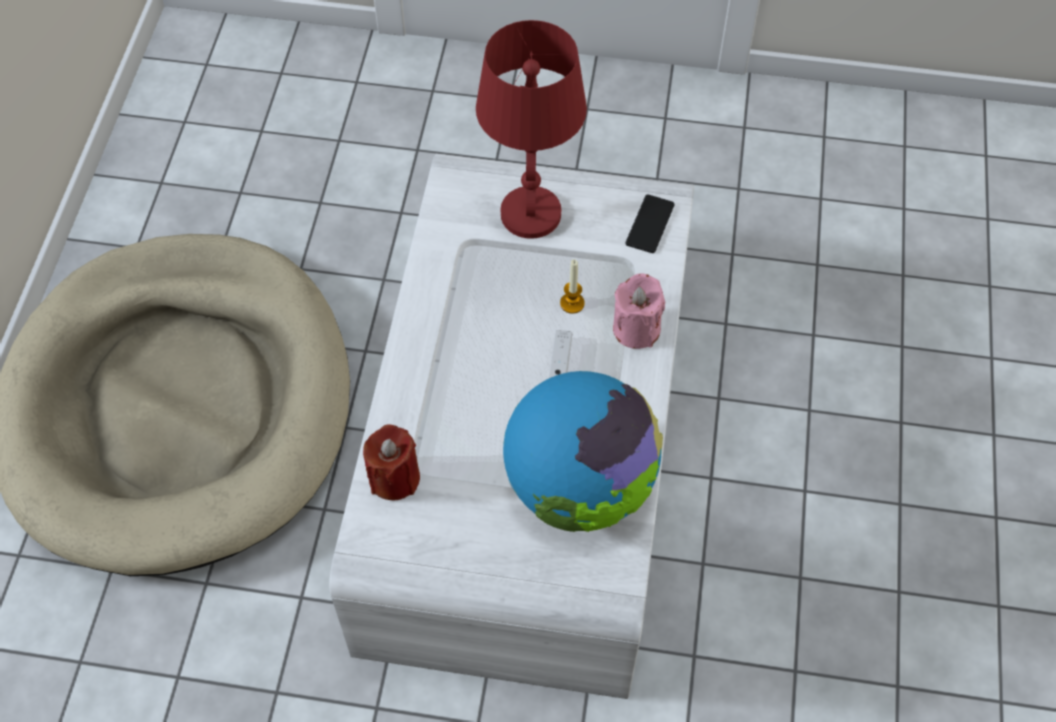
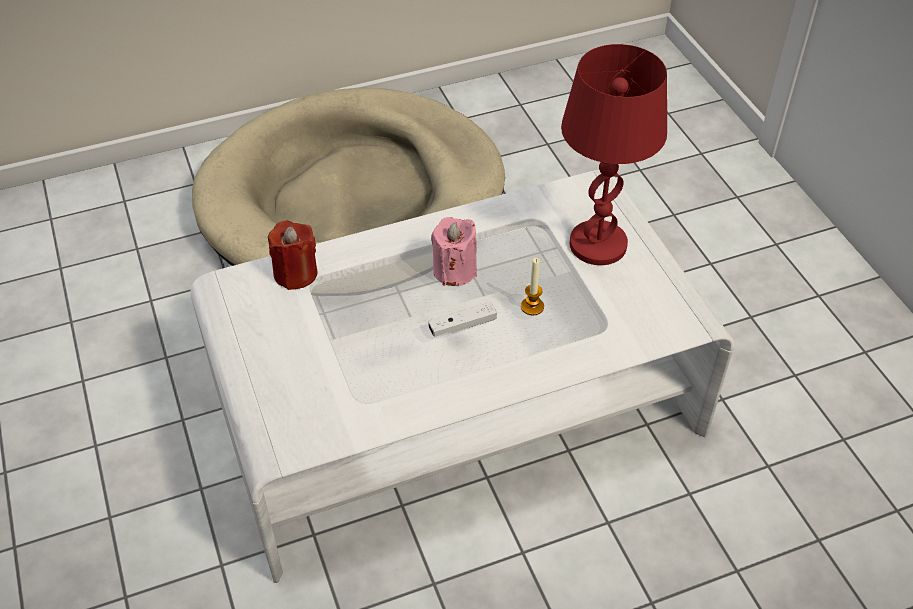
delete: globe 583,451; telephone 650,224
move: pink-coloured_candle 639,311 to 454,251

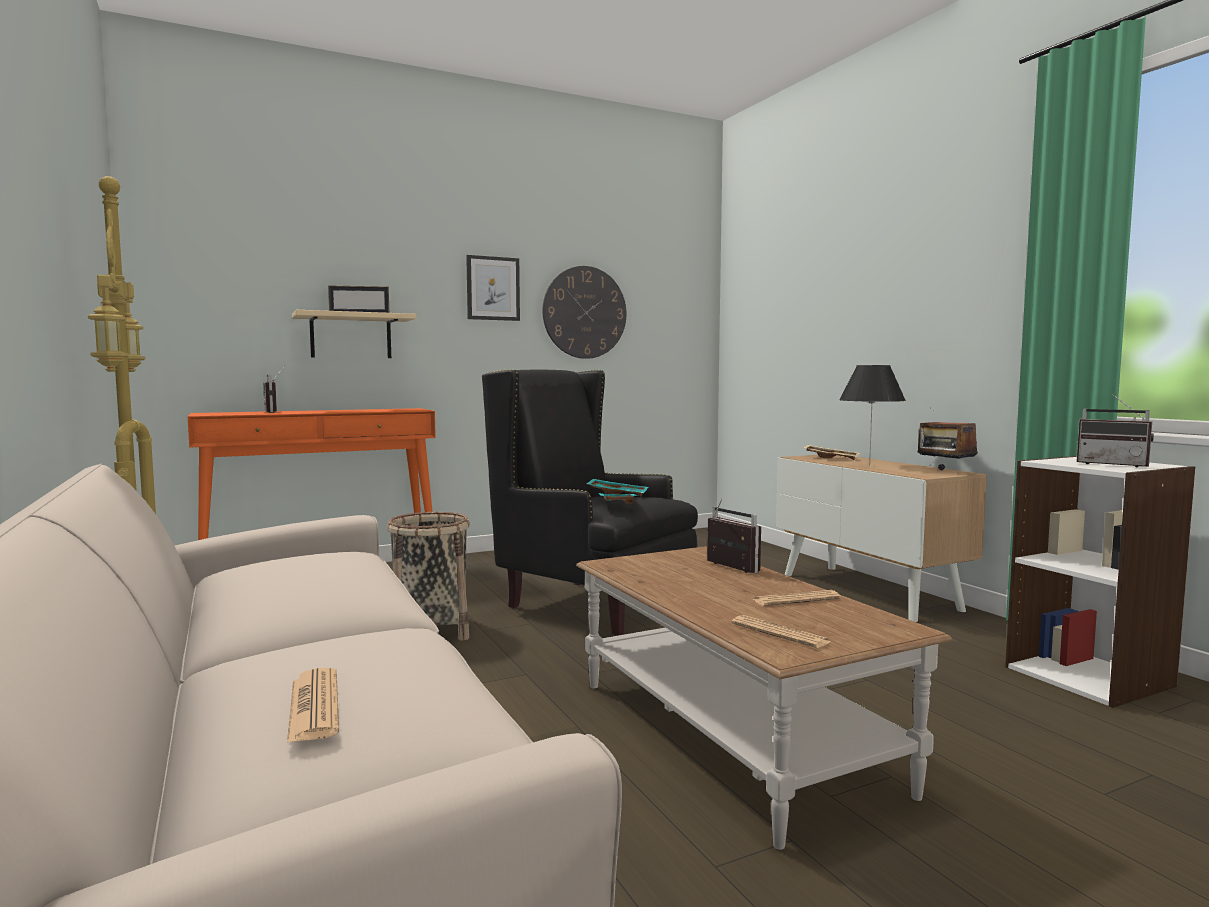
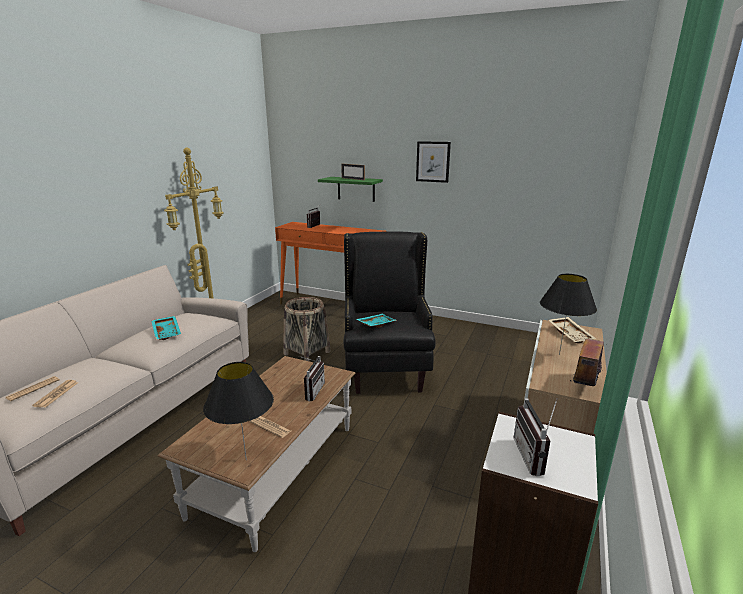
delete: clock_on_the_wall 584,312
insert: black-coloured_lamp_for_a_table 238,411
move: turquoise-coloured_tray 617,487 to 166,328; daily_paper 781,631 to 55,394
recolor: beige-coloured_bracket_shelf 354,334 to green-coloured_bracket_shelf 350,189

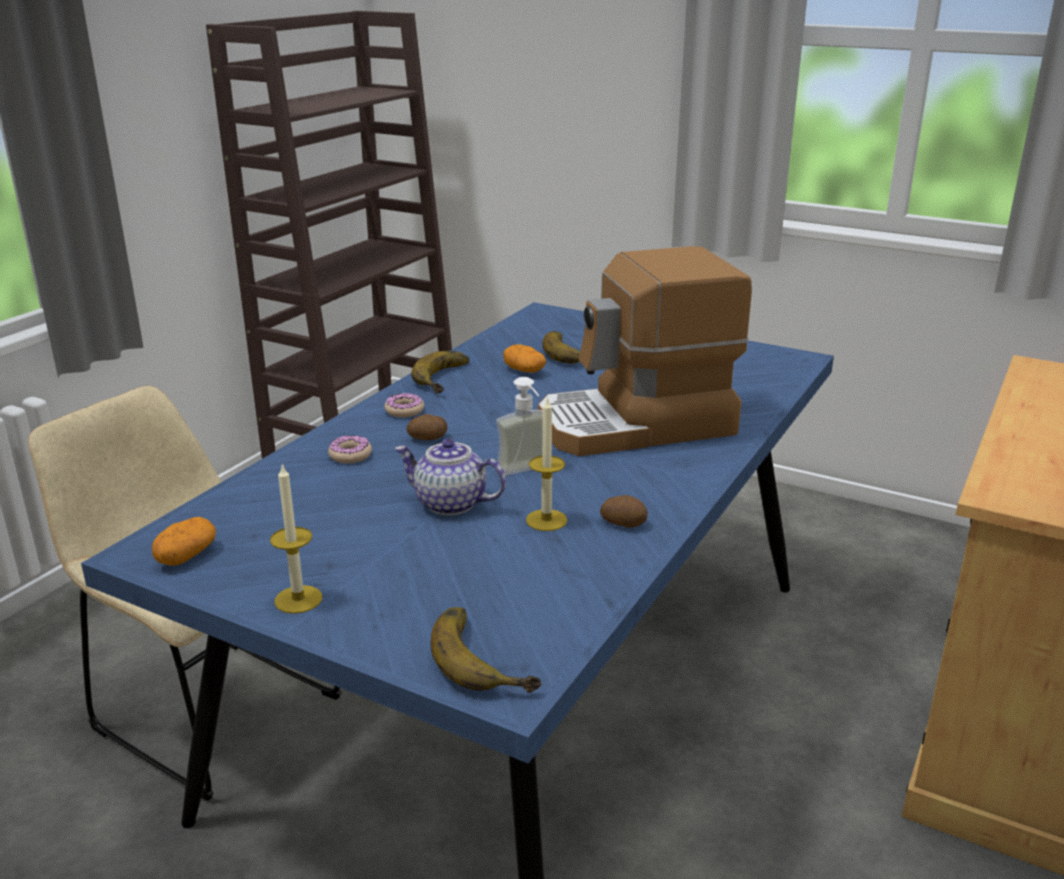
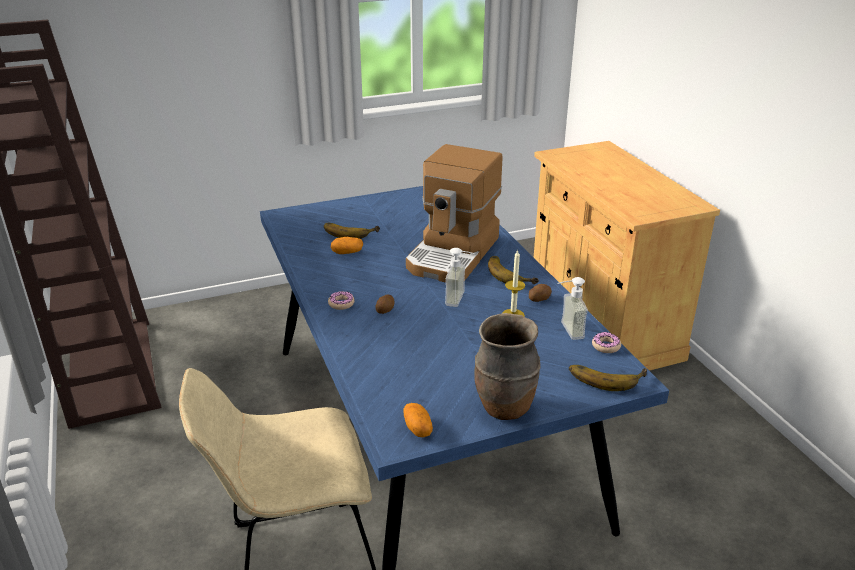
delete: pot_for_tea 450,477
insert: soap_bottle 572,308
move: doughnut 350,449 to 606,342; banana 440,372 to 513,270
replace: candle 296,539 to brownish_flower_vase 507,366

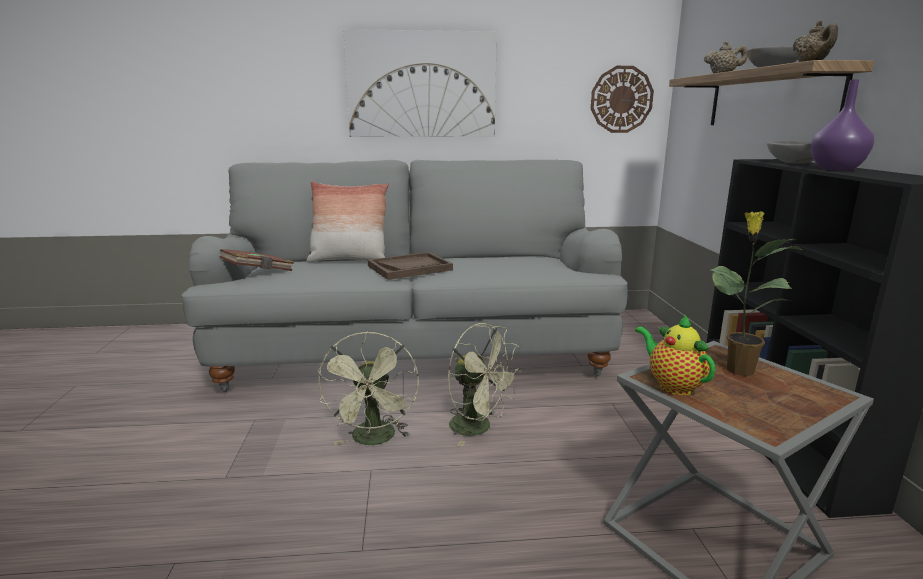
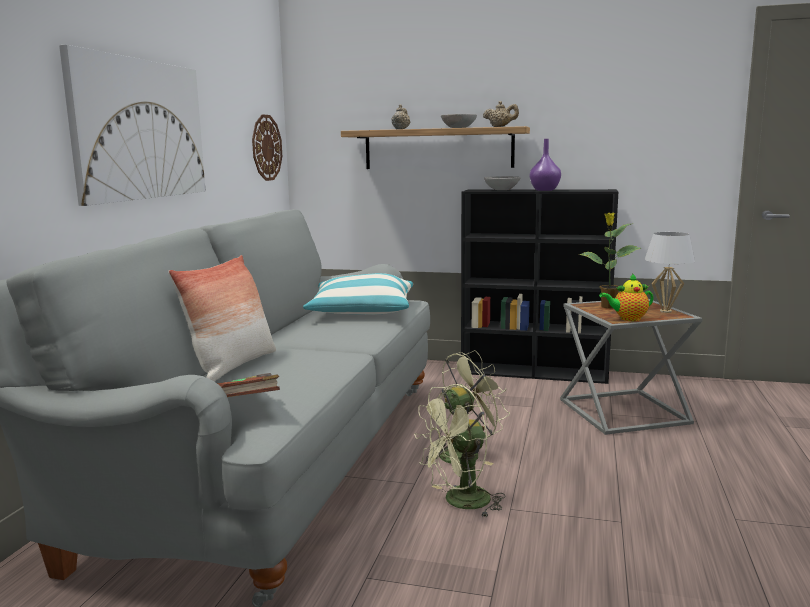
delete: brownish_tray 410,266
insert: cushion 358,294; whitish_lamp_for_a_table 670,272
rotate: green-coloured_cooling_fan 368,388 = 460,450 135 degrees clockwise

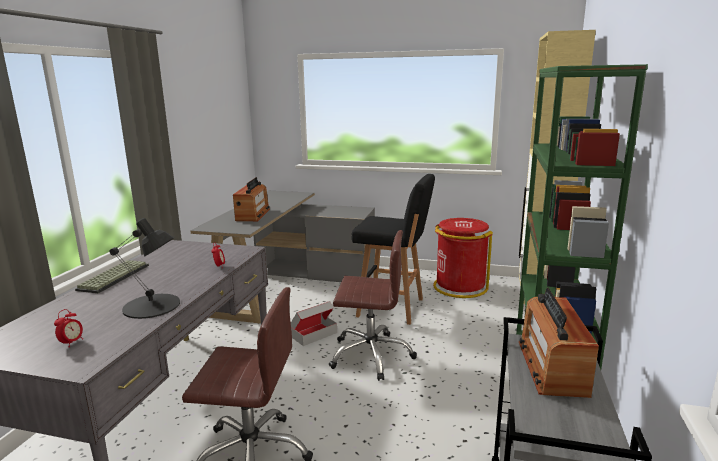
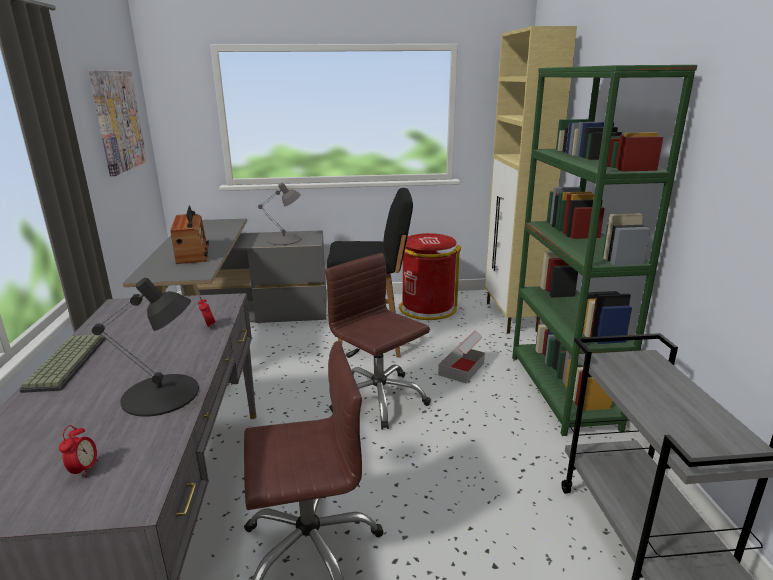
delete: radio 559,343
insert: wall_art 118,123; grey_lamp_for_a_table 279,213
move: packing_box 314,323 to 461,357
rotate: brownish_office_chair 373,305 = 378,341 120 degrees counterclockwise

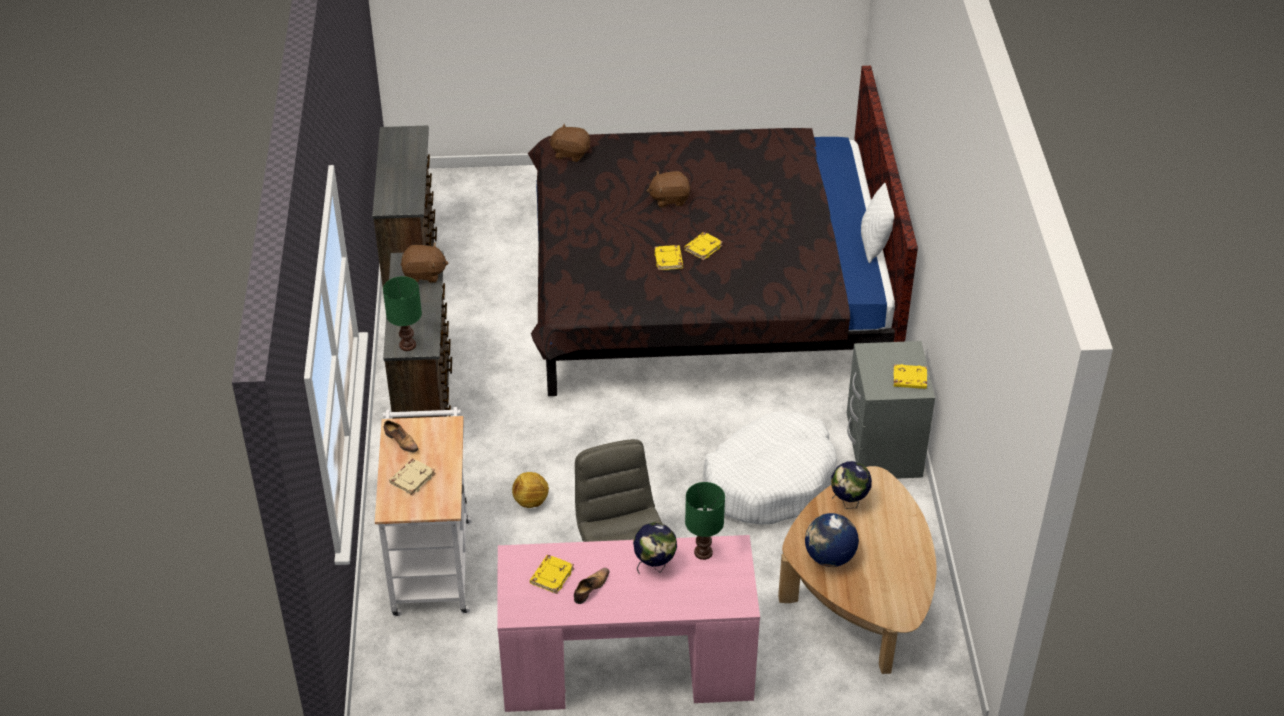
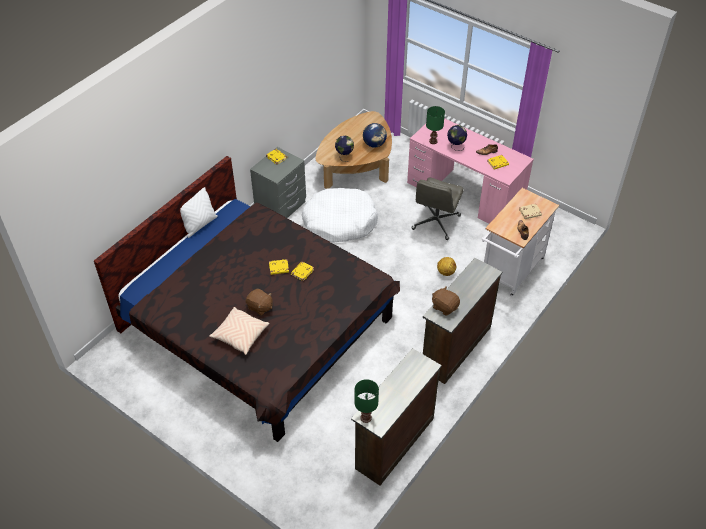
delete: brownish_cuddly_toy 569,143
insert: beige-coloured_cushion 239,331
move: green-coloured_lamp_for_a_table 402,313 to 366,401

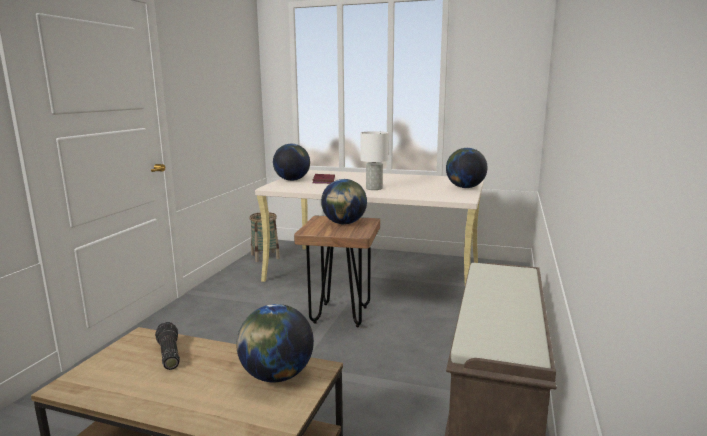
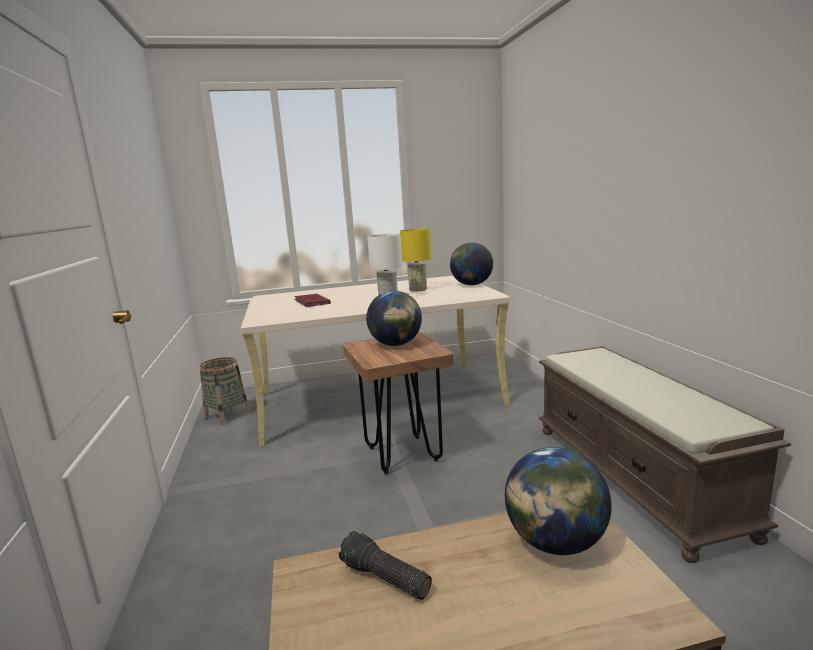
delete: globe 291,162
insert: yellow-coloured_lamp_for_a_table 415,260

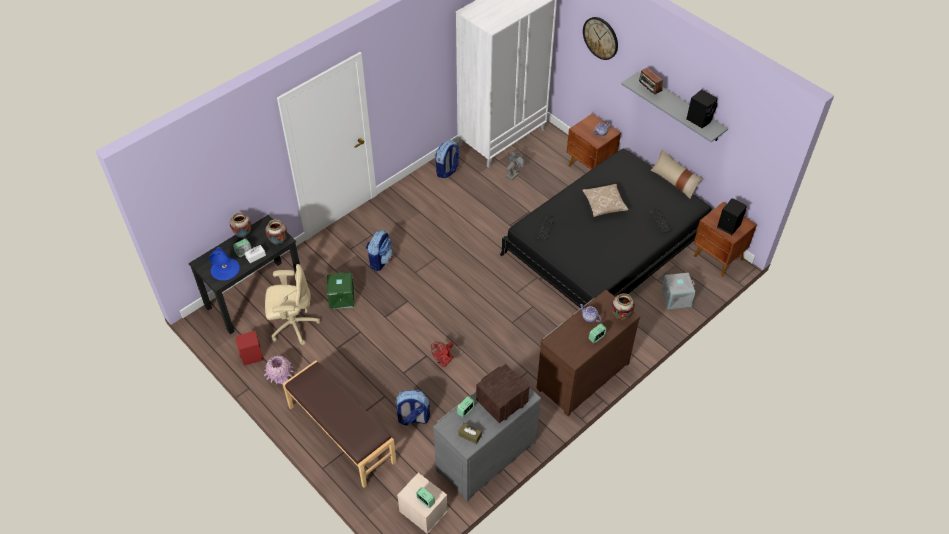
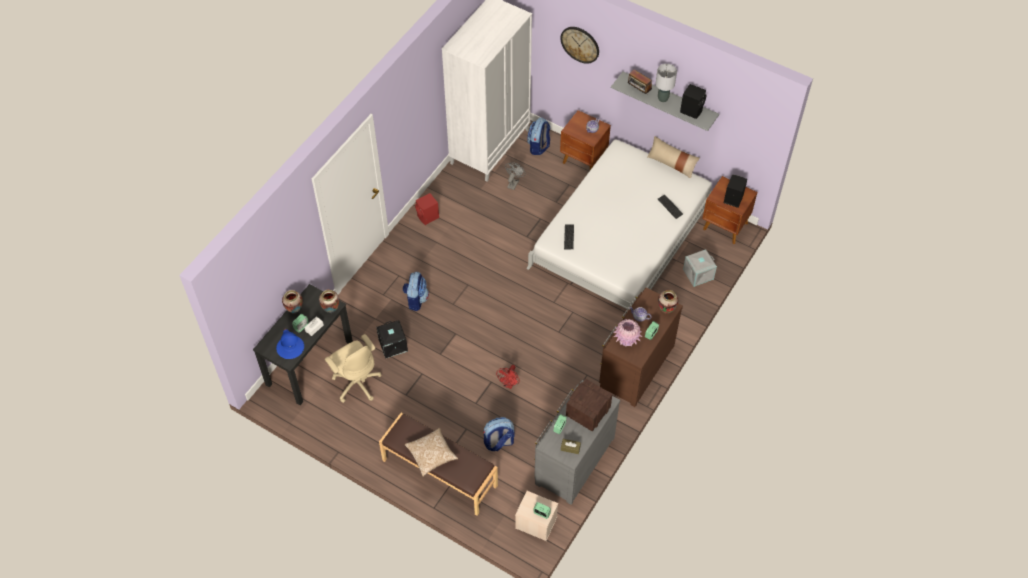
insert: grey_lamp_for_a_table 666,83
move: red-coloured_speaker 249,348 to 427,209; pink-coloured_flower_vase 279,369 to 627,333; backpack 447,159 to 538,136; cushion 605,200 to 431,452
recolor: green-coloured_storage_bin 340,290 to black-coloured_storage_bin 392,339; black-coloured_bed 606,228 to whitish_bed 619,224
rotate: beige-coloured_office_chair 292,304 = 353,368 75 degrees clockwise

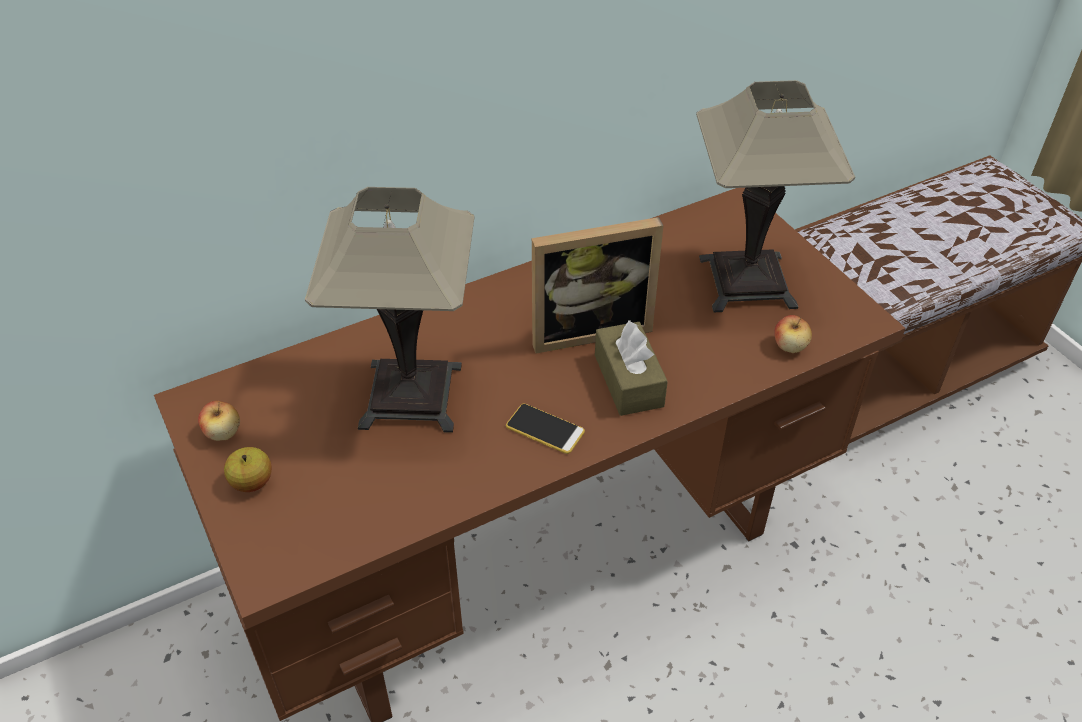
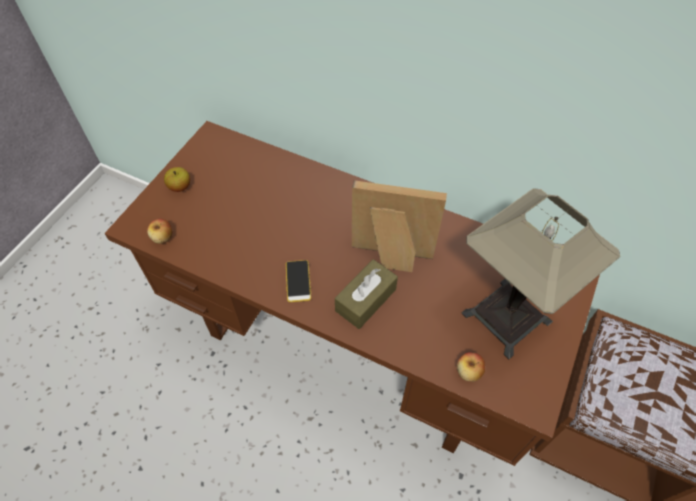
delete: lamp_for_a_table 389,310
move: whole_apple 219,421 to 160,231
rotate: picture_frame 598,285 = 399,226 150 degrees clockwise

